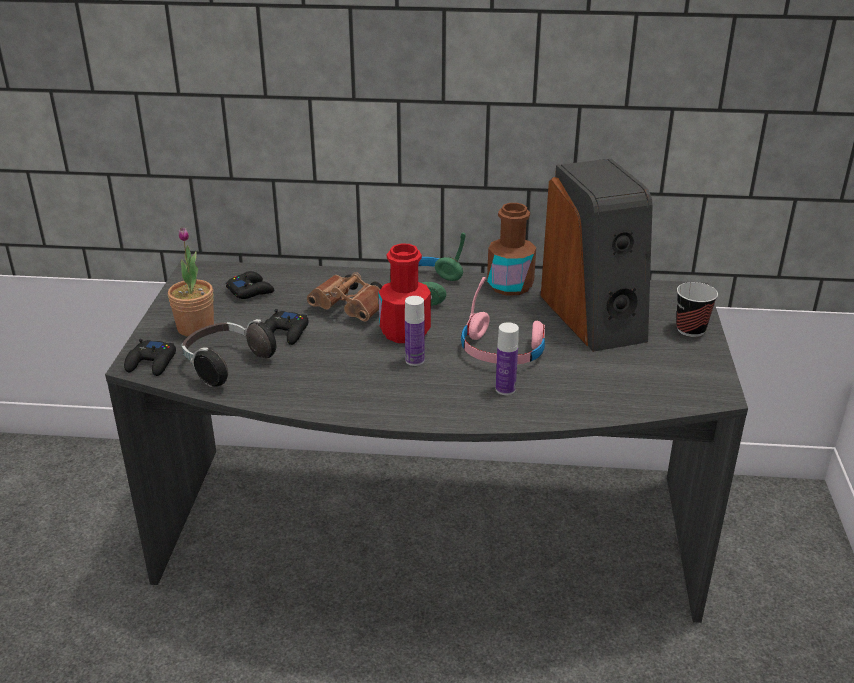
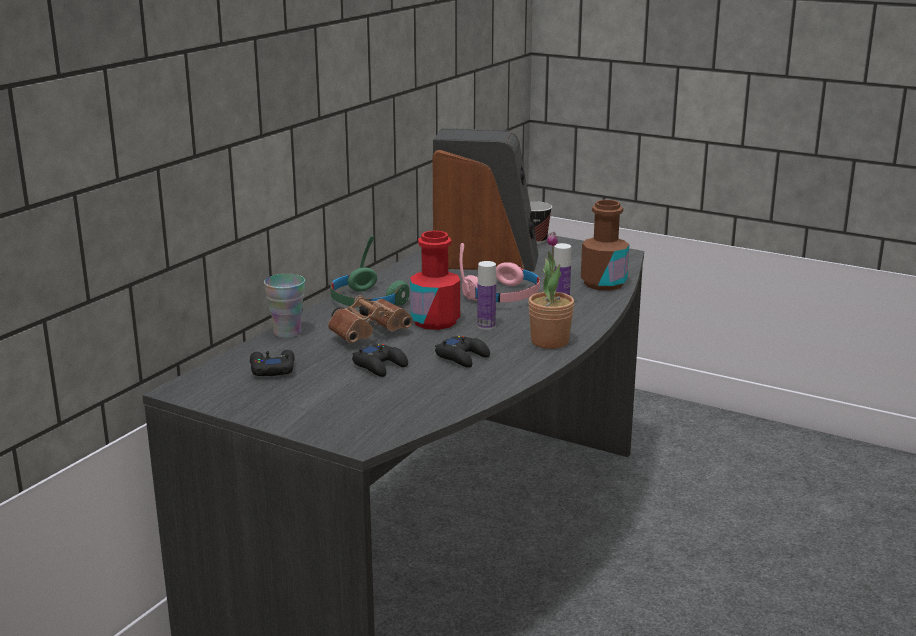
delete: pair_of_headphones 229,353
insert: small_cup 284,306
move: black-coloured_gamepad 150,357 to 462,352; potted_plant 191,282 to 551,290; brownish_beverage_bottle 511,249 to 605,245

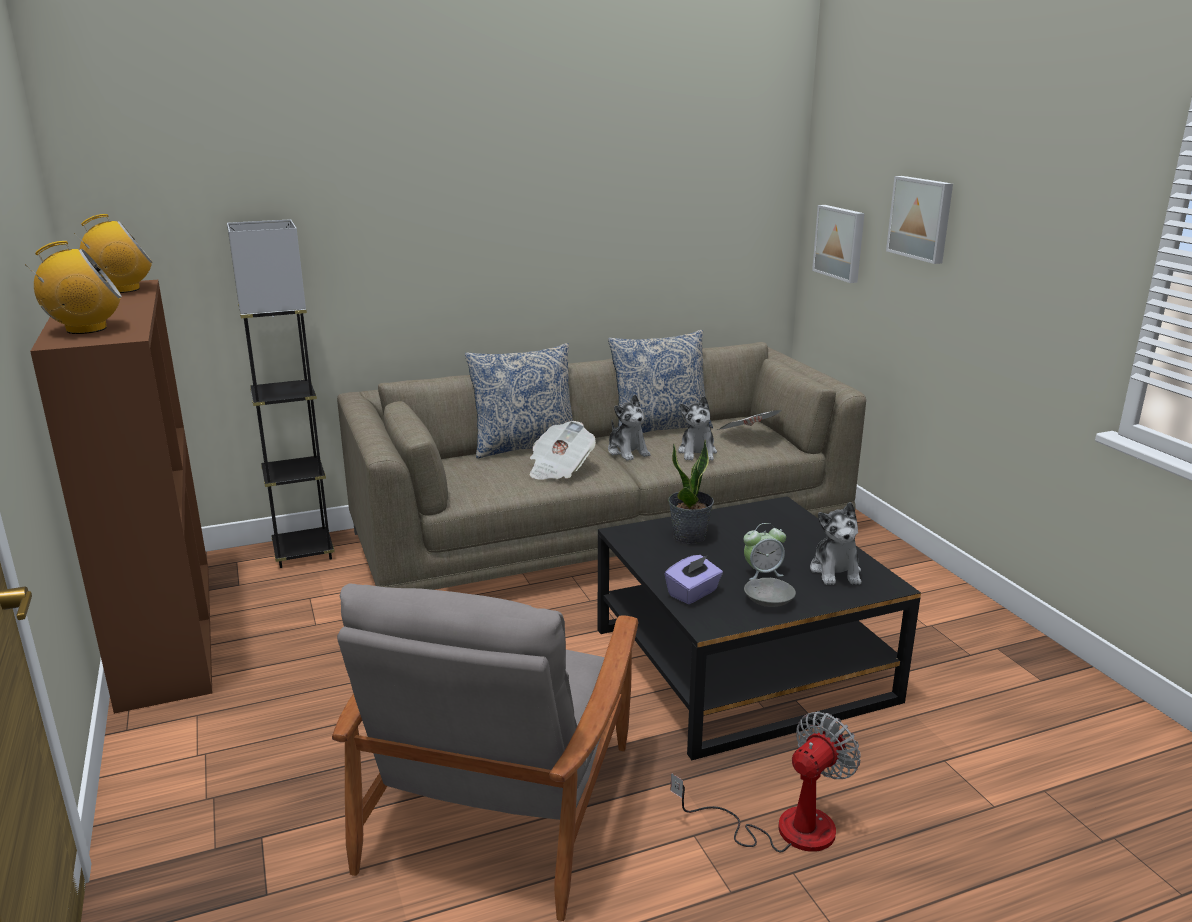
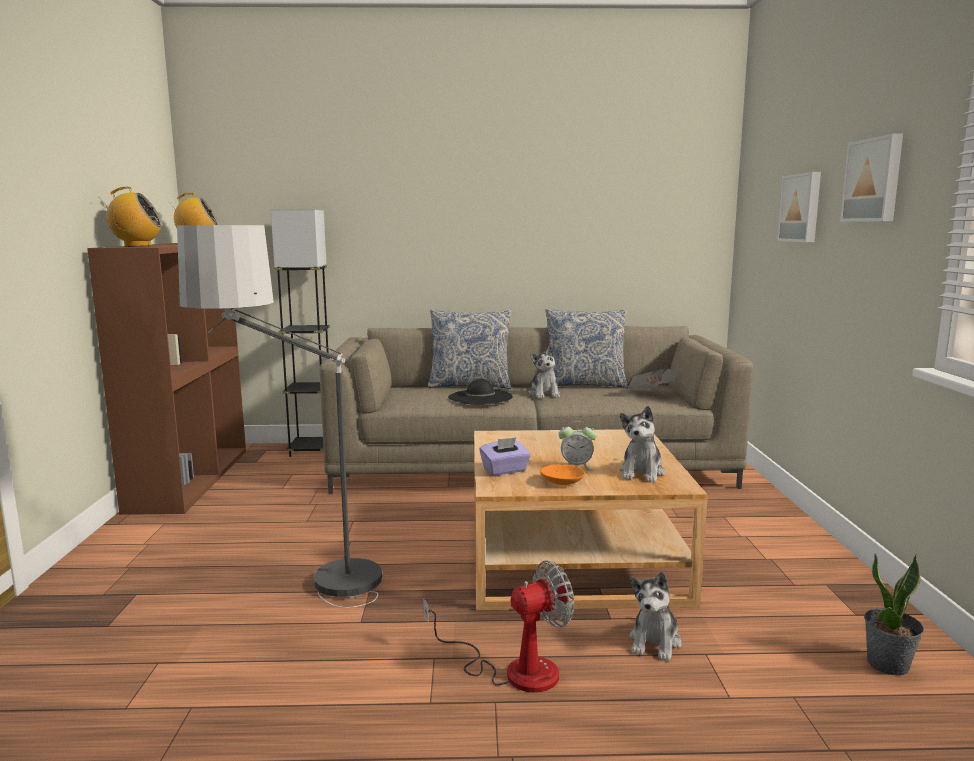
move: potted_plant 691,491 to 894,615; cuddly_toy 697,428 to 655,616; wall_art 838,244 to 871,178
replace: grey_easy_chair 485,752 to standing_lamp 279,416; daily_paper 563,450 to black-coloured_wearable_hat 480,392
recolor: black-coloured_low_table 759,628 to beige-coloured_low_table 590,519; grey_serving_bowl 770,592 to orange_serving_bowl 562,474

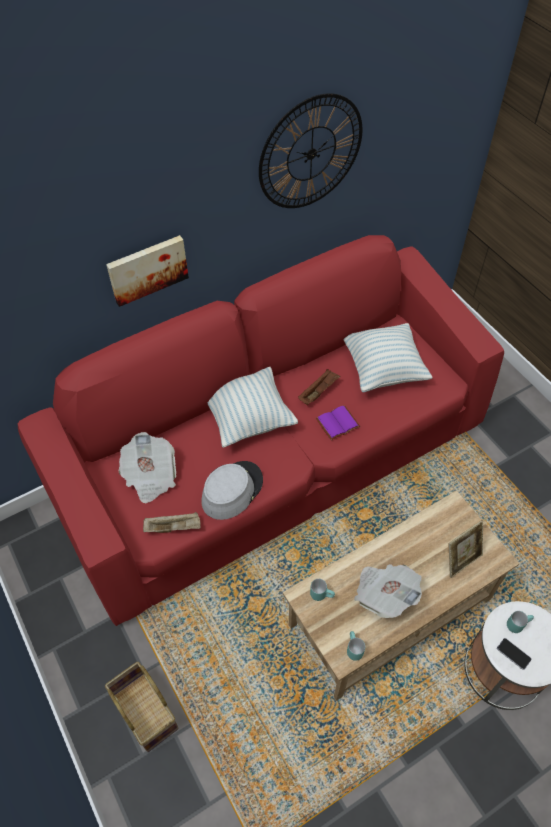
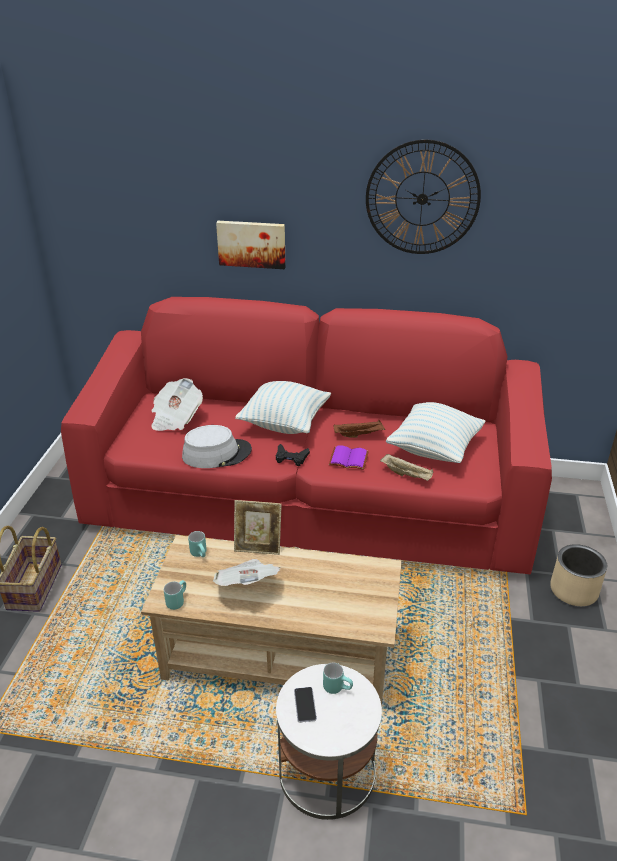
insert: black-coloured_gamepad 293,455; beige-coloured_planter 578,575
move: beige-coloured_tray 172,522 to 406,467; picture_frame 466,549 to 258,527

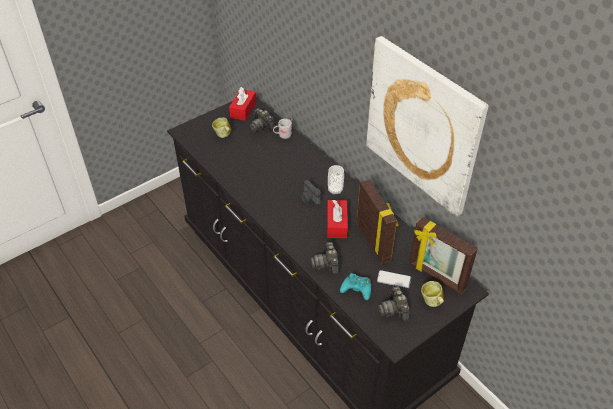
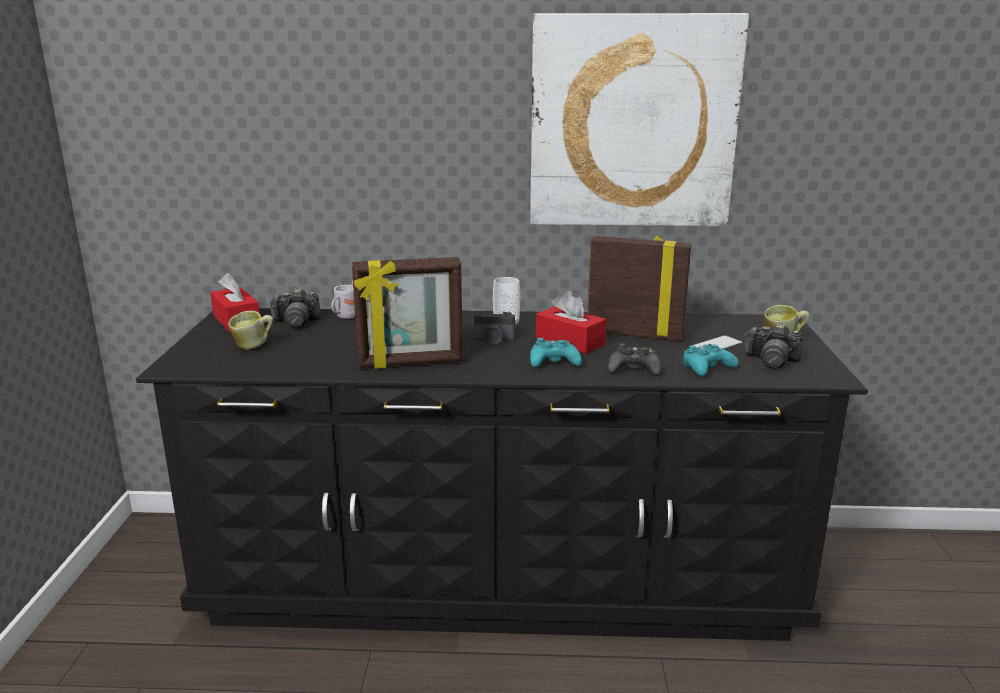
insert: turquoise-coloured_gamepad 556,352
move: picture_frame 443,255 to 407,313
replace: photo_camera 324,258 to black-coloured_gamepad 634,359

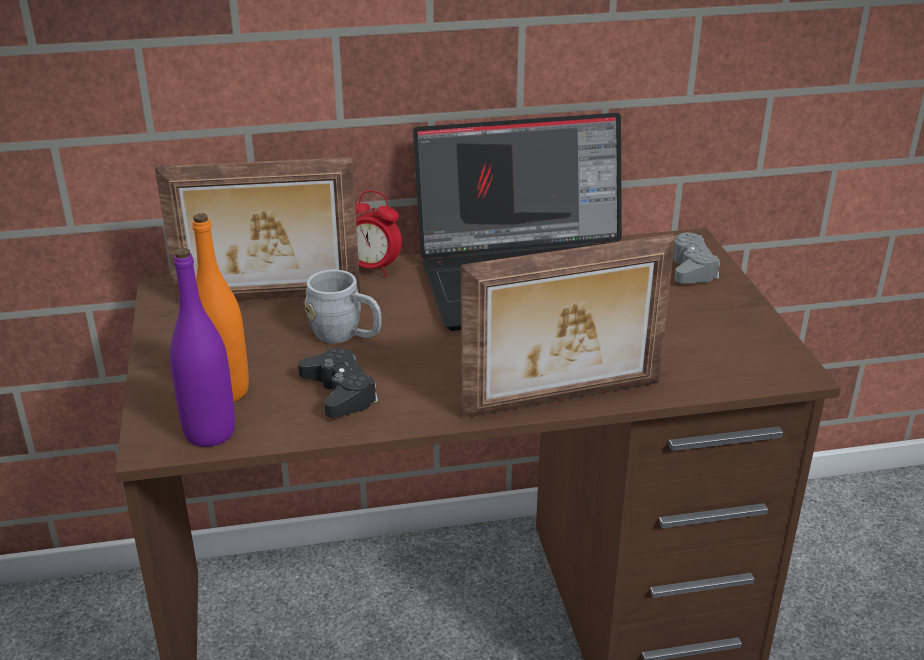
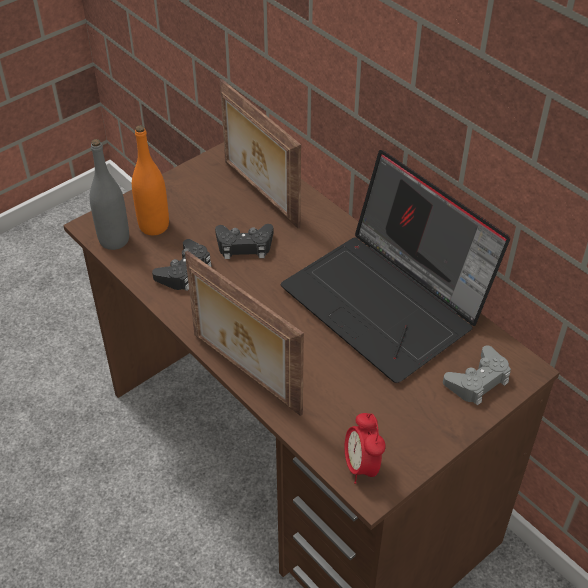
move: alarm_clock 378,234 to 365,448
replace: grey_coffee_mug 343,306 to black-coloured_gamepad 244,241
recolor: purplish_beverage_bottle 202,347 to grey_beverage_bottle 109,194

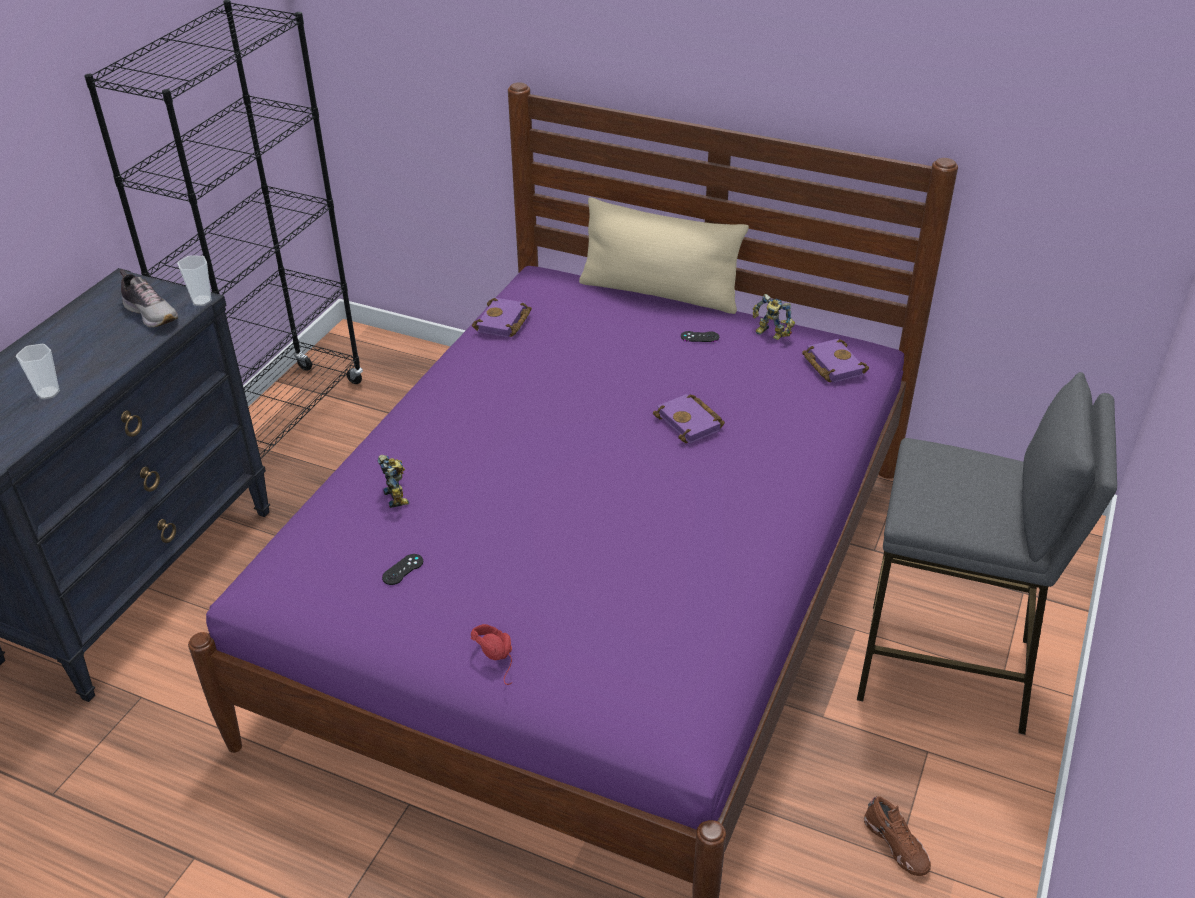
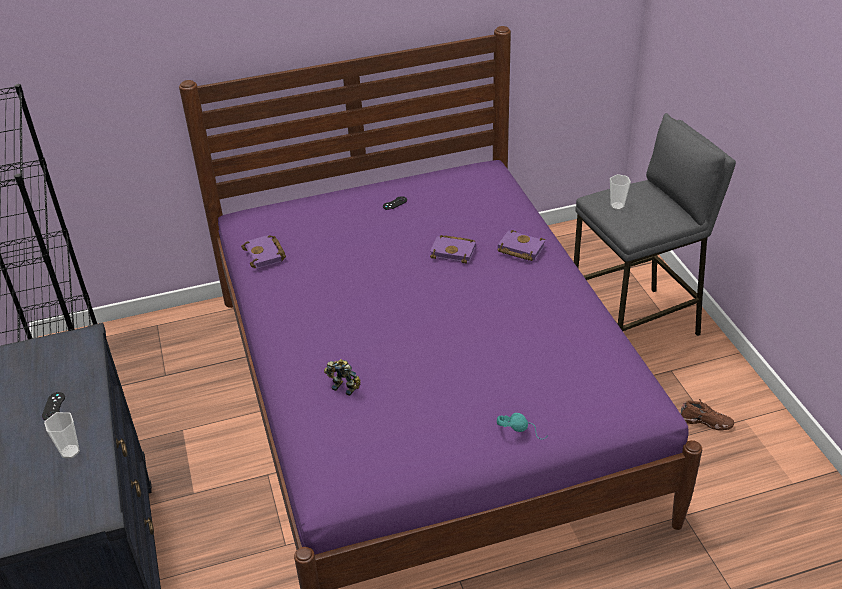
delete: low_shoe 149,298; beige-coloured_cushion 664,255; model_robot 774,317
move: small_cup 194,280 to 620,192; black-coloured_gamepad 402,569 to 53,406; purplish_book 835,361 to 521,245
recolor: red-coloured_pair_of_headphones 491,654 to turquoise-coloured_pair_of_headphones 522,426

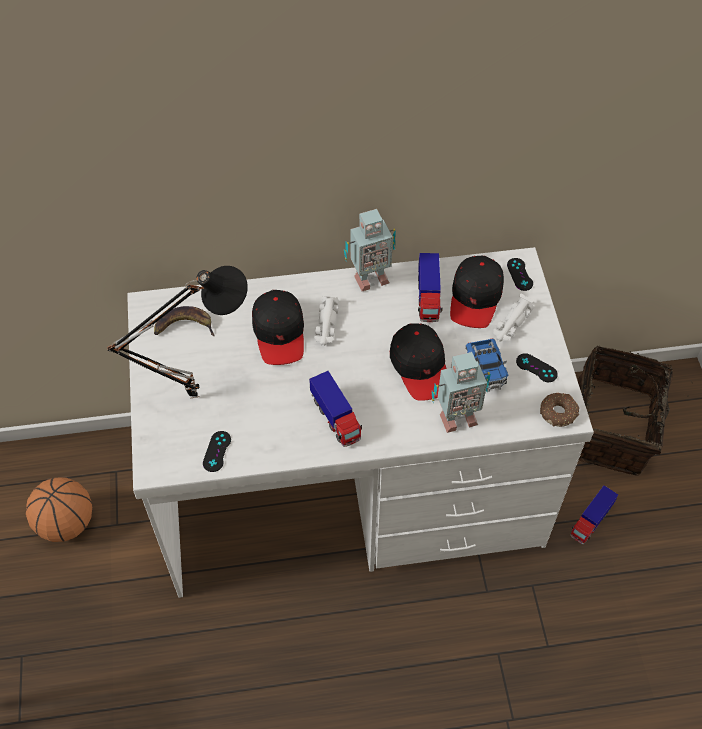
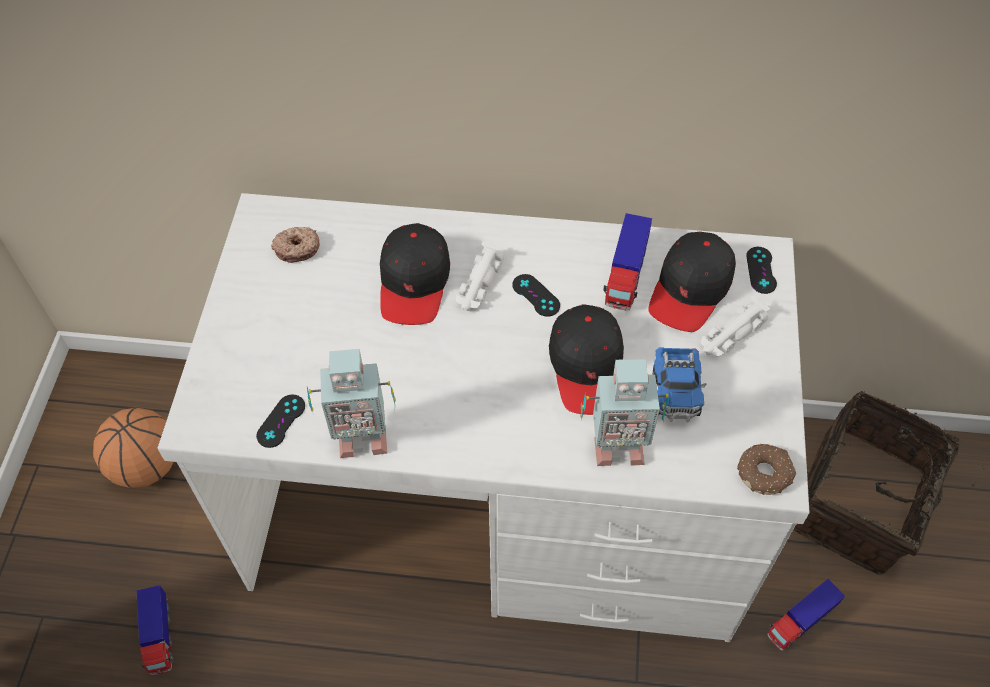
delete: black-coloured_lamp_for_a_table 177,332
move: model_truck 335,409 to 154,630; model_robot 370,250 to 351,403; black-coloured_gamepad 537,367 to 536,295
replace: banana 184,321 to doughnut 295,245

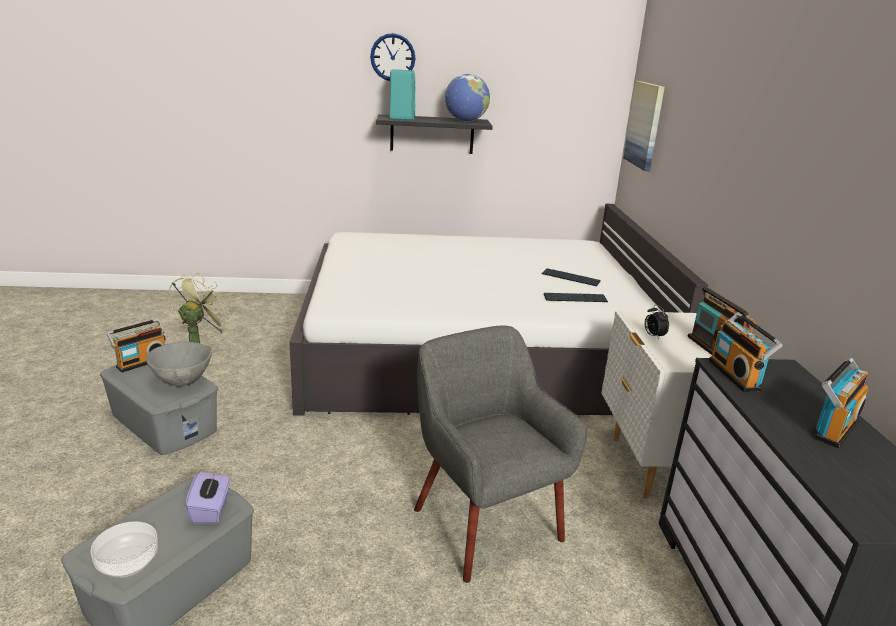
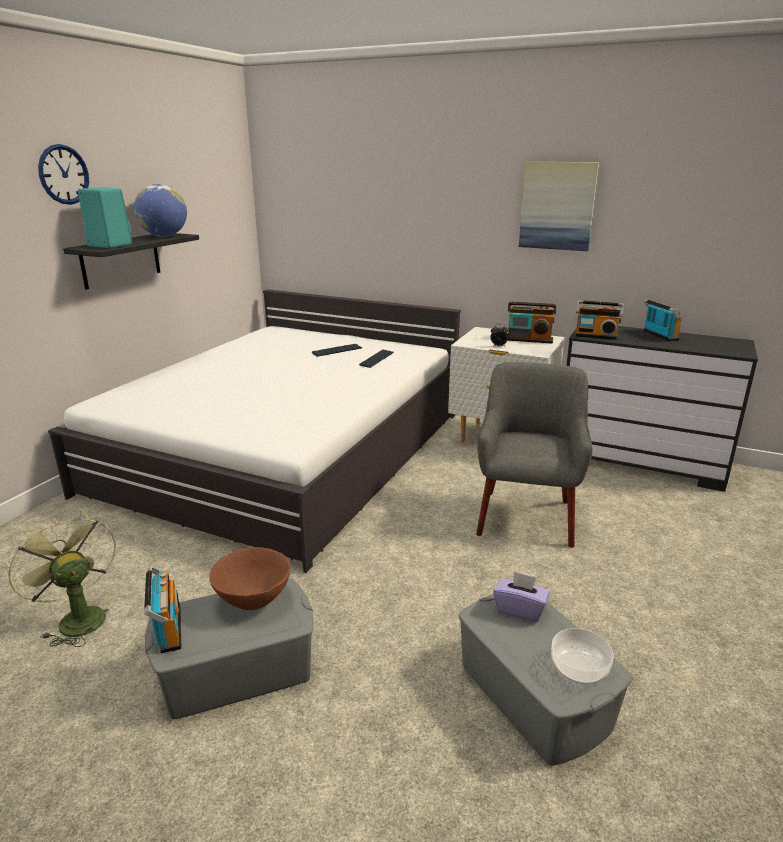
move: wall_art 644,126 to 559,206
recolor: grey_serving_bowl 179,364 to brownish_serving_bowl 249,578
rotate: grey_easy_chair 500,454 = 534,455 105 degrees clockwise

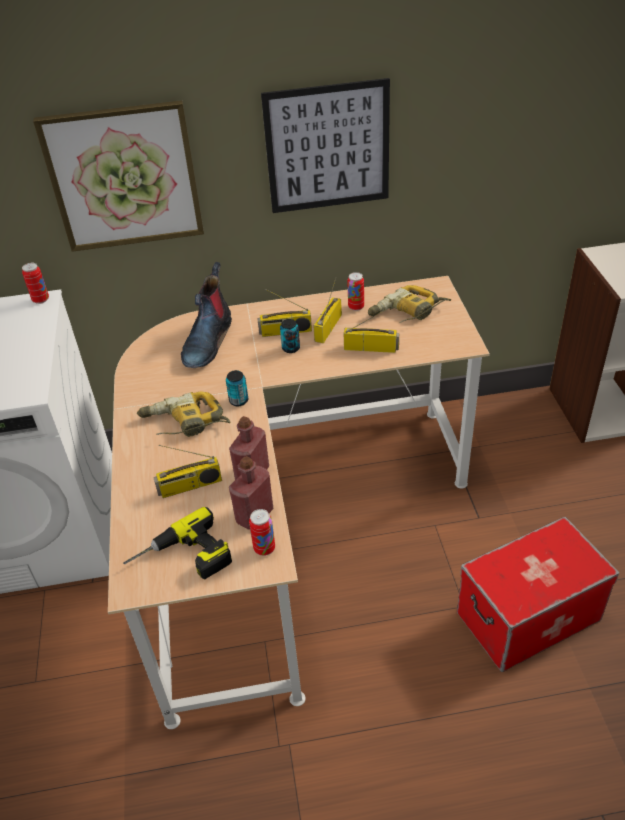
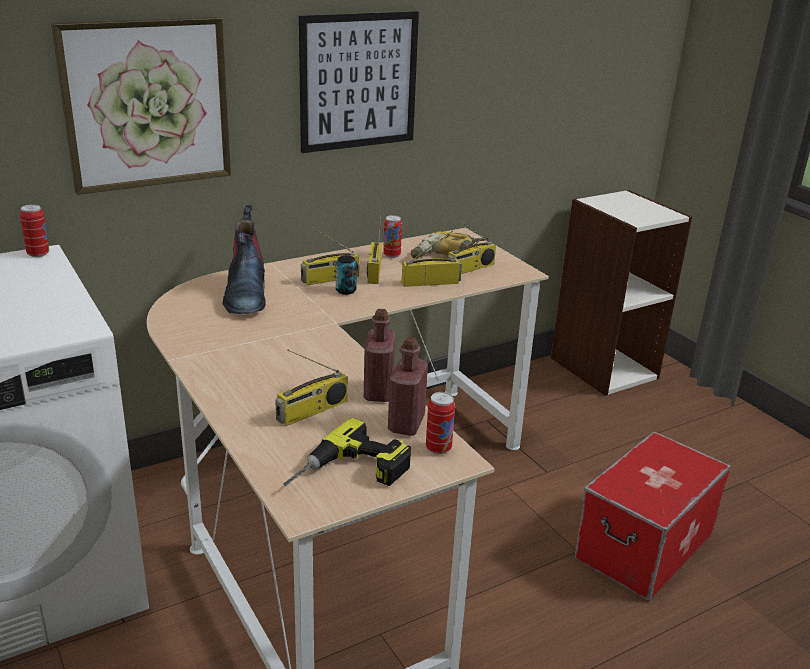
delete: drill 184,414; metal_can 237,388
insert: radio 471,246

